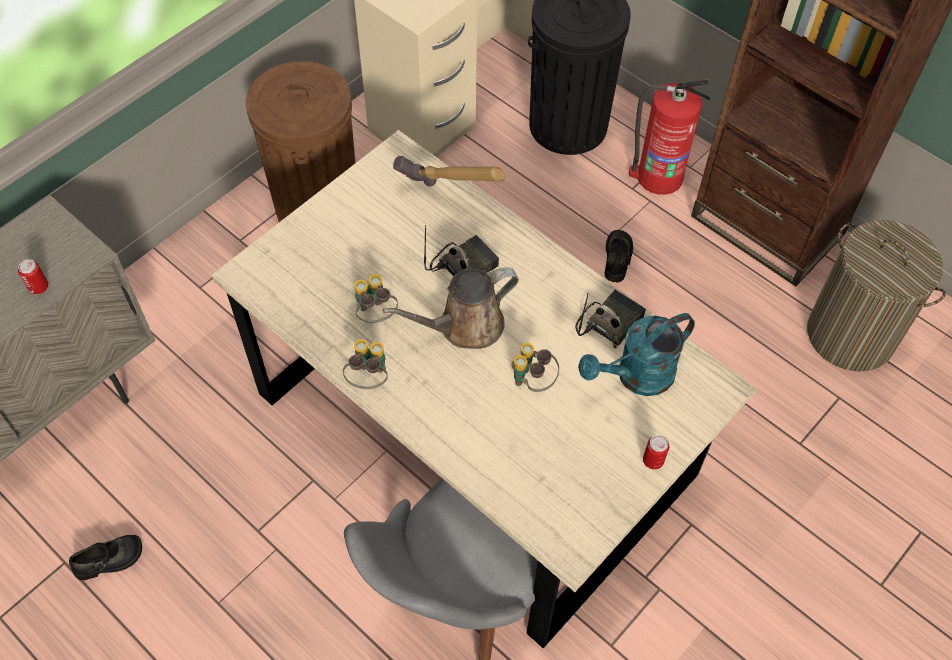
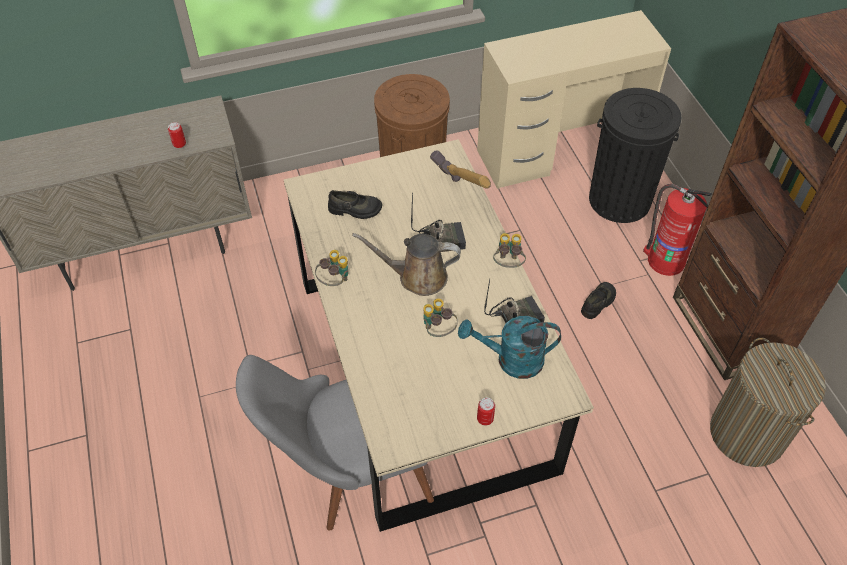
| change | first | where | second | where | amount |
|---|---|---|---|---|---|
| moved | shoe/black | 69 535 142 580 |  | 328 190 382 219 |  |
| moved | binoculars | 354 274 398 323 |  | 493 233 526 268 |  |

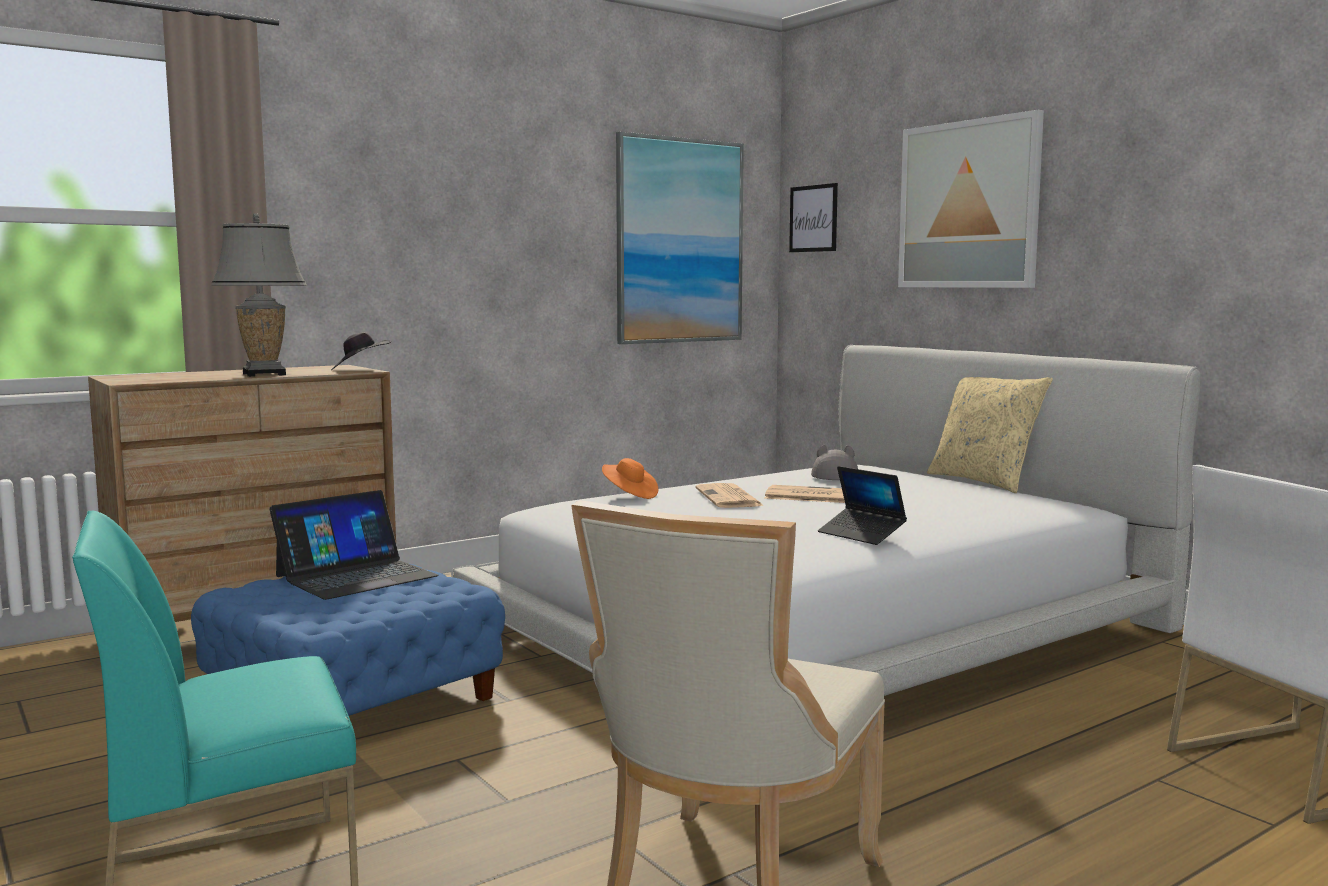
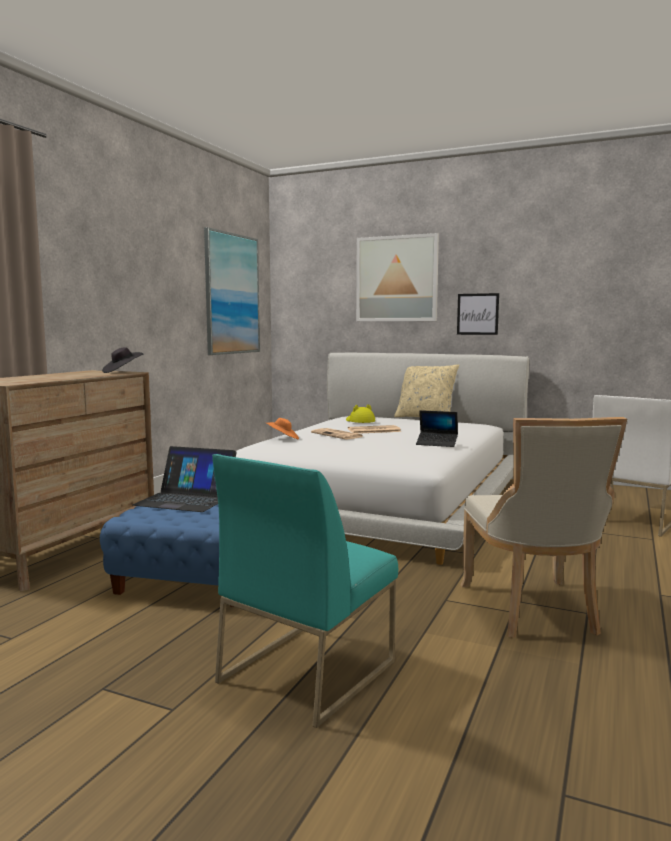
| change | first | where | second | where | amount |
|---|---|---|---|---|---|
| removed | table lamp/grey | 211 213 306 377 |  |  |  |
| turned | laptop | 269 490 439 600 |  | 132 446 237 512 | 90 degrees clockwise |
| moved | picture | 789 183 838 252 |  | 457 293 499 335 |  |
| recoloured | hat/grey | 811 445 858 480 | hat/yellow | 346 404 375 423 |  |

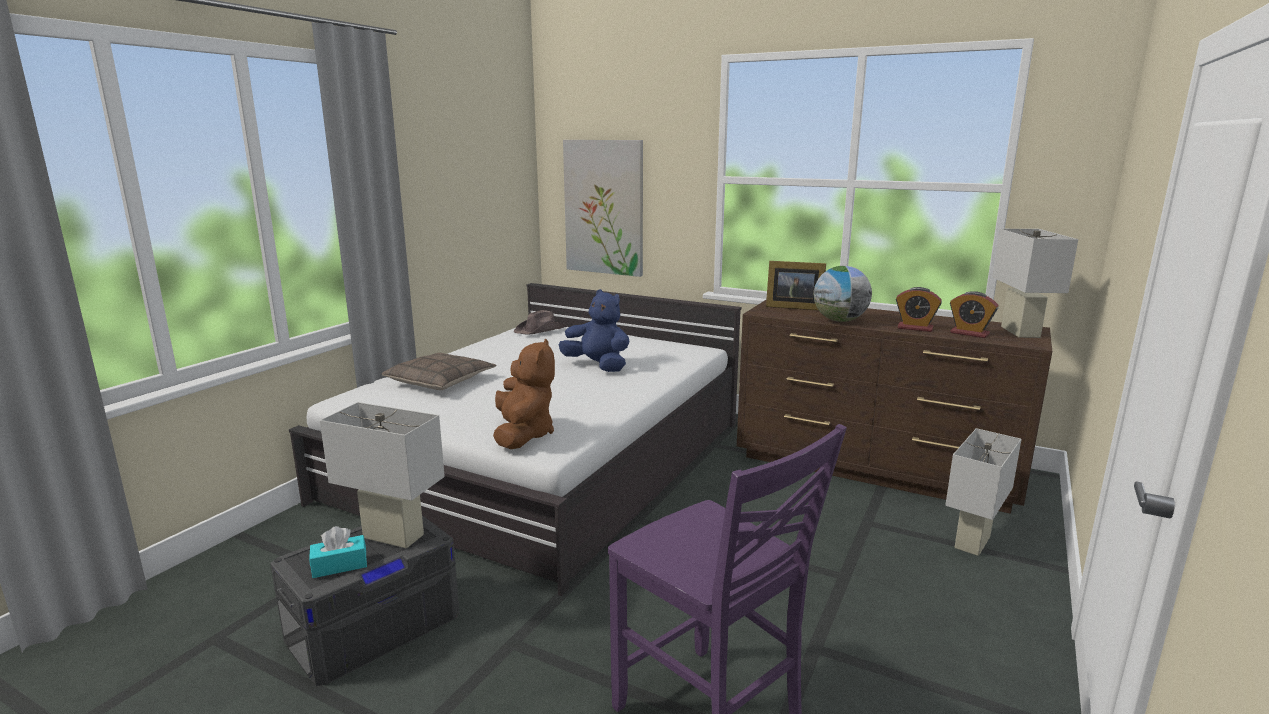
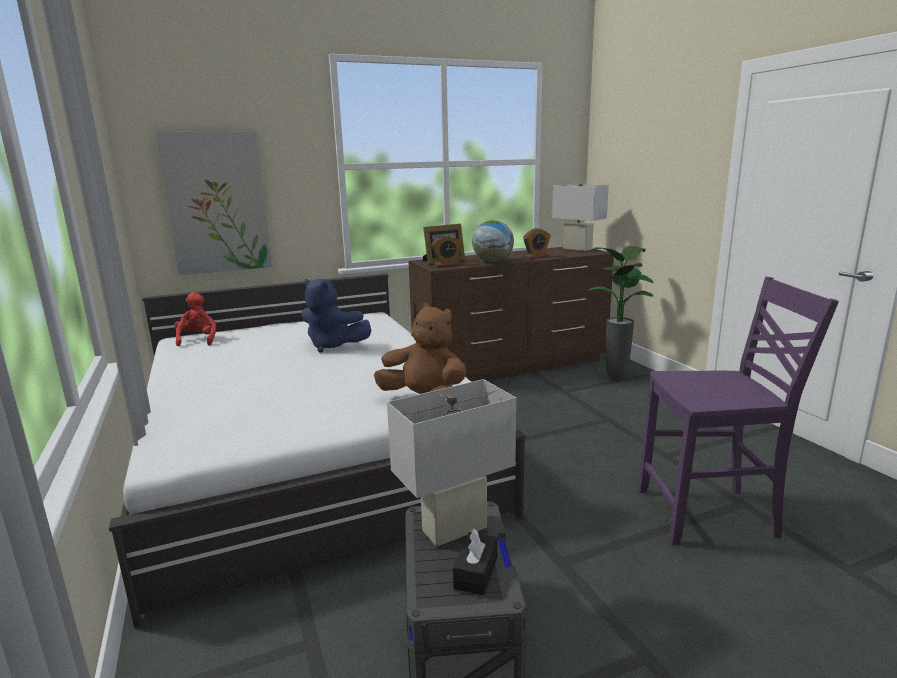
| change | first | where | second | where | amount |
|---|---|---|---|---|---|
| recoloured | tissue box/turquoise | 309 526 367 578 | tissue box/black | 453 528 497 595 |  |
| removed | pillow | 382 353 496 390 |  |  |  |
| replaced | hat/brown | 514 310 568 334 | plush toy/red | 174 292 216 346 |  |
| turned | plush toy/blue | 559 289 629 372 |  | 301 279 371 353 | 135 degrees counterclockwise |
| replaced | table lamp/white | 945 428 1022 556 | potted plant | 587 246 654 380 |  |
| moved | alarm clock | 950 291 999 338 |  | 431 235 463 267 |  |

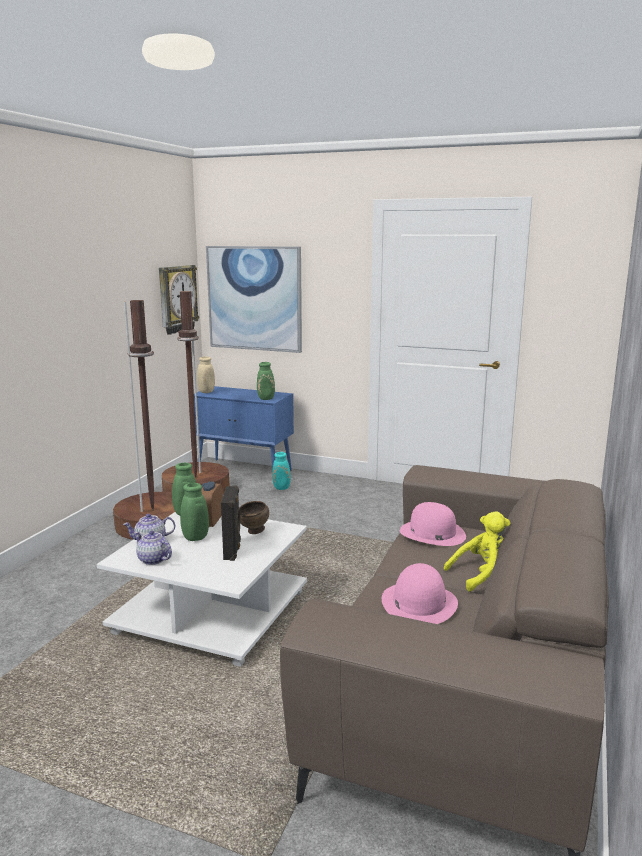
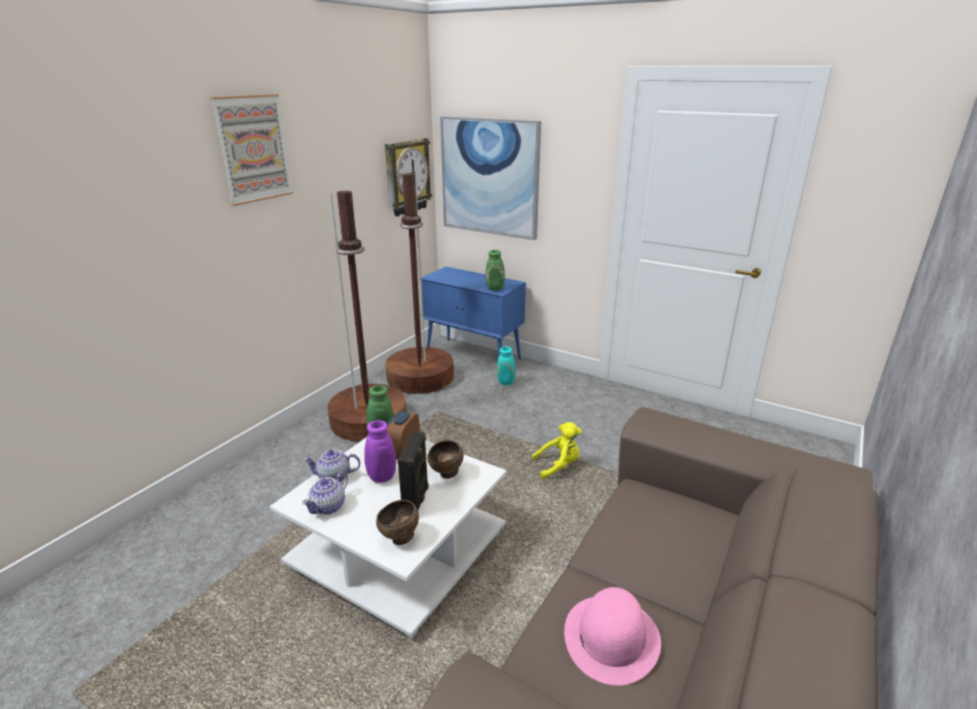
| change | first | where | second | where | amount |
|---|---|---|---|---|---|
| turned | teapot | 134 531 172 565 |  | 302 472 348 515 | 105 degrees counterclockwise |
| recoloured | vase/green | 180 483 209 541 | vase/purple | 364 420 396 483 |  |
| removed | vase/beige | 197 351 215 393 |  |  |  |
| removed | hat/pink | 400 502 466 546 |  |  |  |
| moved | plush toy/yellow | 444 511 511 591 |  | 532 422 582 479 |  |
| added |  |  | picture | 210 94 293 206 |  |
| added |  |  | bowl/brown | 376 500 419 545 |  |

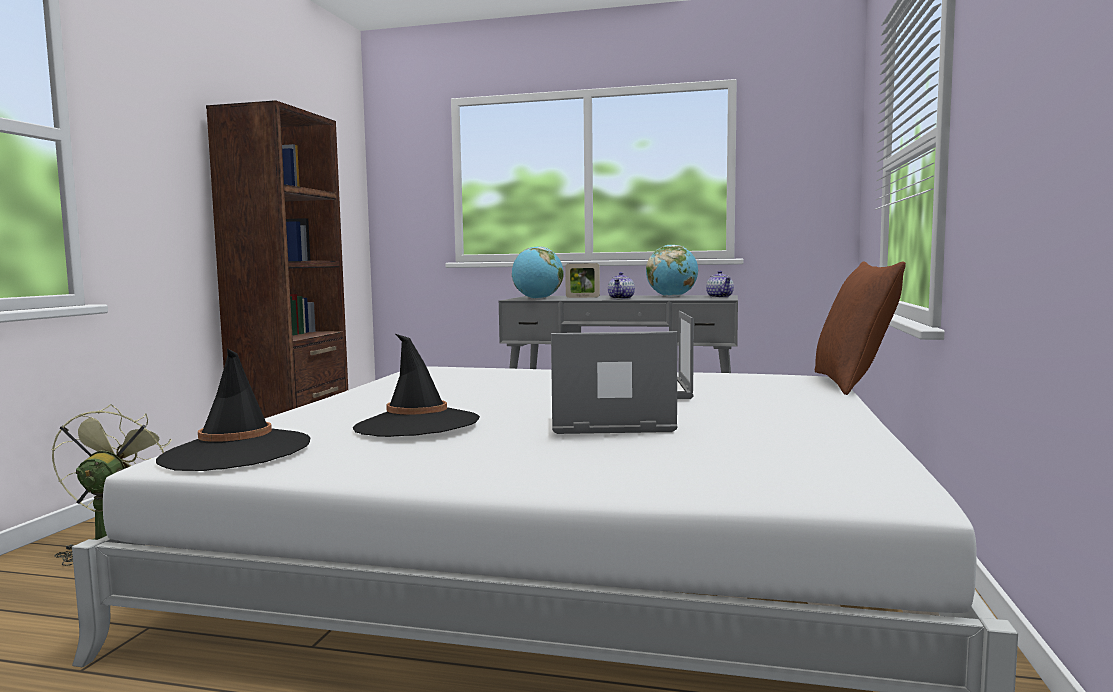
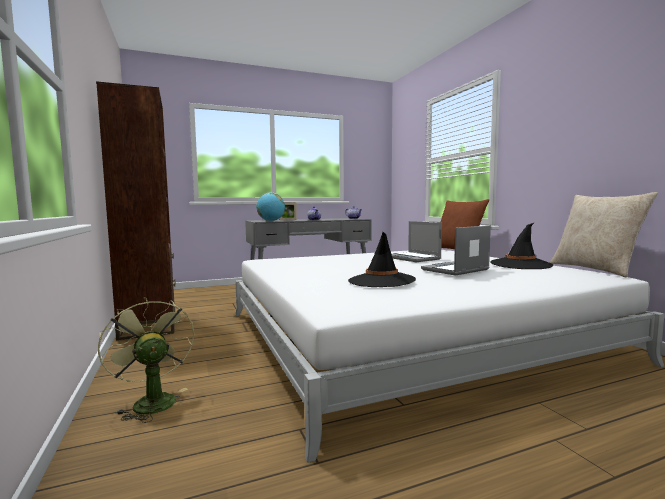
| change | first | where | second | where | amount |
|---|---|---|---|---|---|
| moved | hat/black | 156 349 310 471 |  | 490 222 553 269 |  |
| removed | globe | 646 245 698 297 |  |  |  |
| added |  |  | pillow/beige | 550 192 658 278 |  |

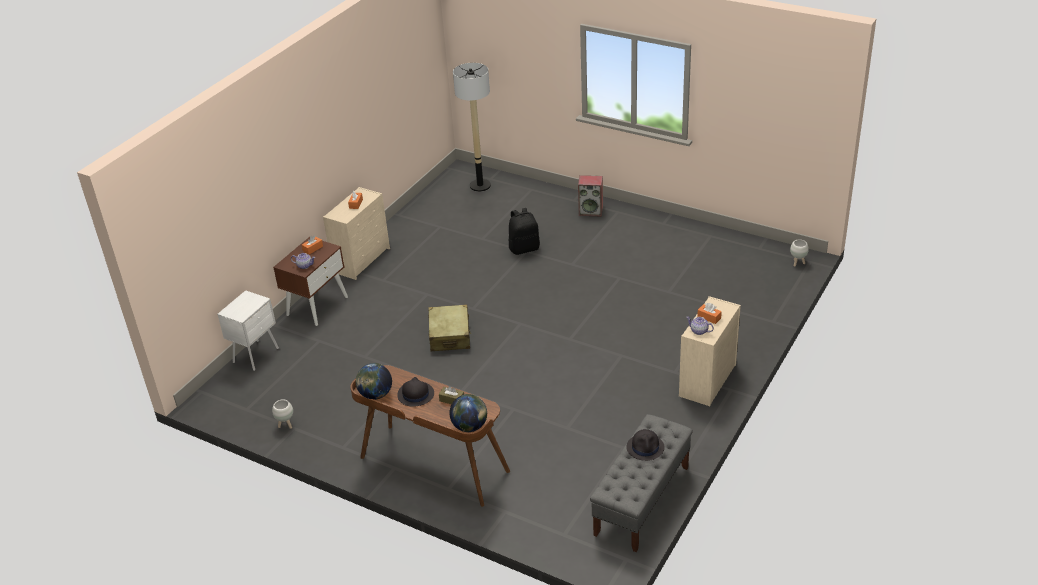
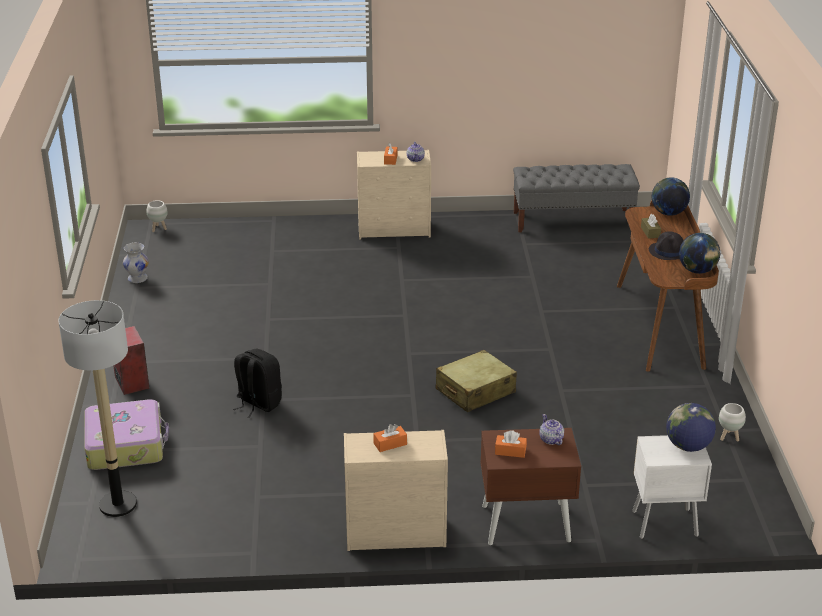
| change | first | where | second | where | amount |
|---|---|---|---|---|---|
| removed | hat/black | 626 429 665 461 |  |  |  |
| added |  |  | suitcase | 84 399 169 470 |  |
| added |  |  | vase/white | 123 242 149 283 |  |
| added |  |  | globe | 666 403 716 452 |  |

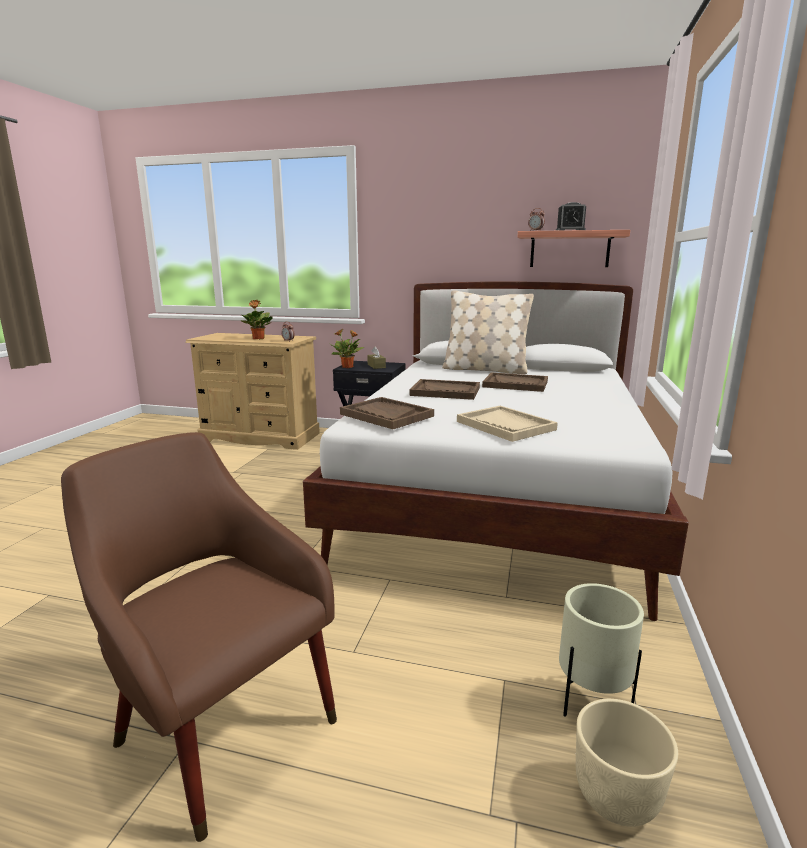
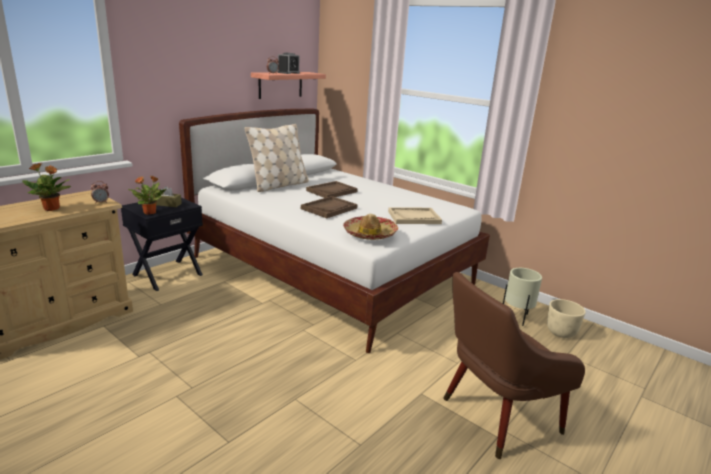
| change | first | where | second | where | amount |
|---|---|---|---|---|---|
| replaced | tray/brown | 340 397 434 429 | hat | 343 214 398 240 |  |

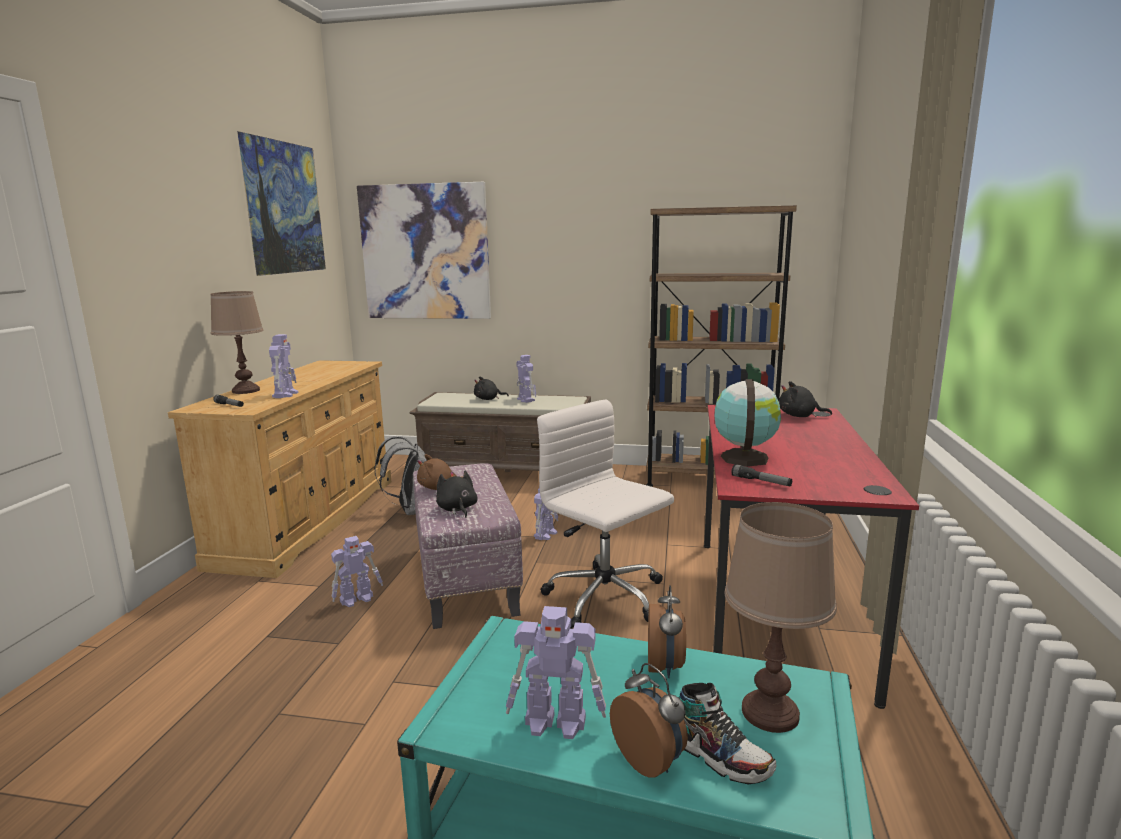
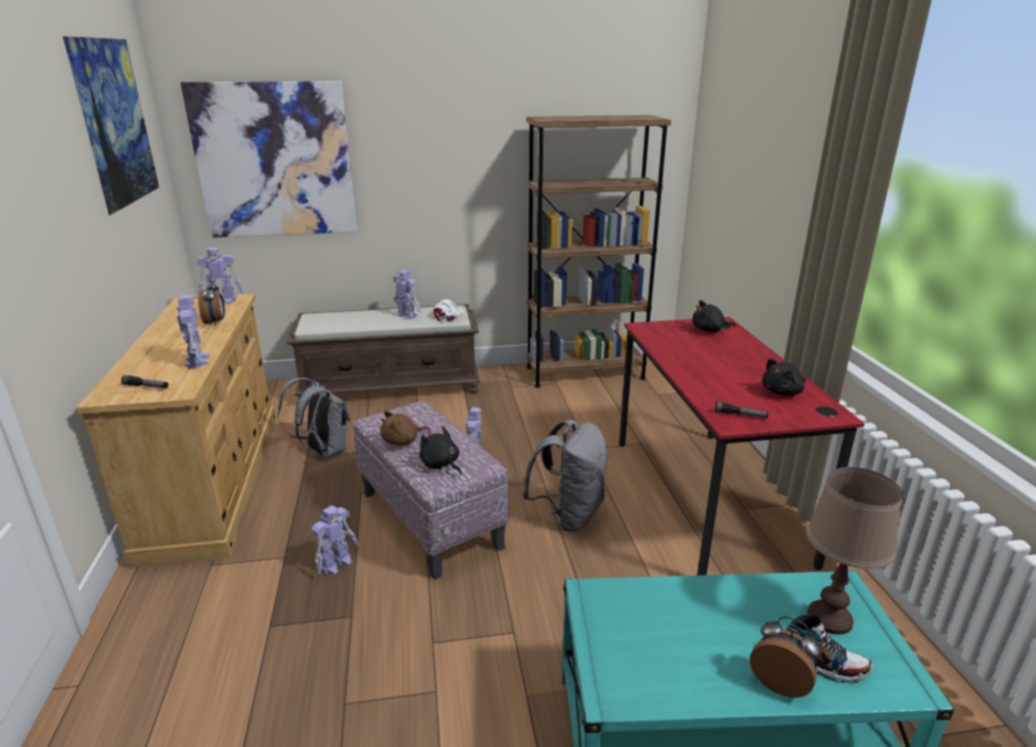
| change | first | where | second | where | amount |
|---|---|---|---|---|---|
| removed | table lamp/brown | 210 291 264 394 |  |  |  |
| moved | plush toy/black | 474 377 509 400 |  | 762 358 806 396 |  |
| moved | toy robot | 506 606 606 739 |  | 196 248 244 304 |  |
| replaced | office chair/white | 537 400 674 629 | backpack/grey | 522 420 609 532 |  |
| moved | alarm clock | 648 585 686 678 |  | 198 278 225 326 |  |
| removed | globe | 715 379 781 467 |  |  |  |
| added |  |  | cap/white | 433 299 464 322 |  |

